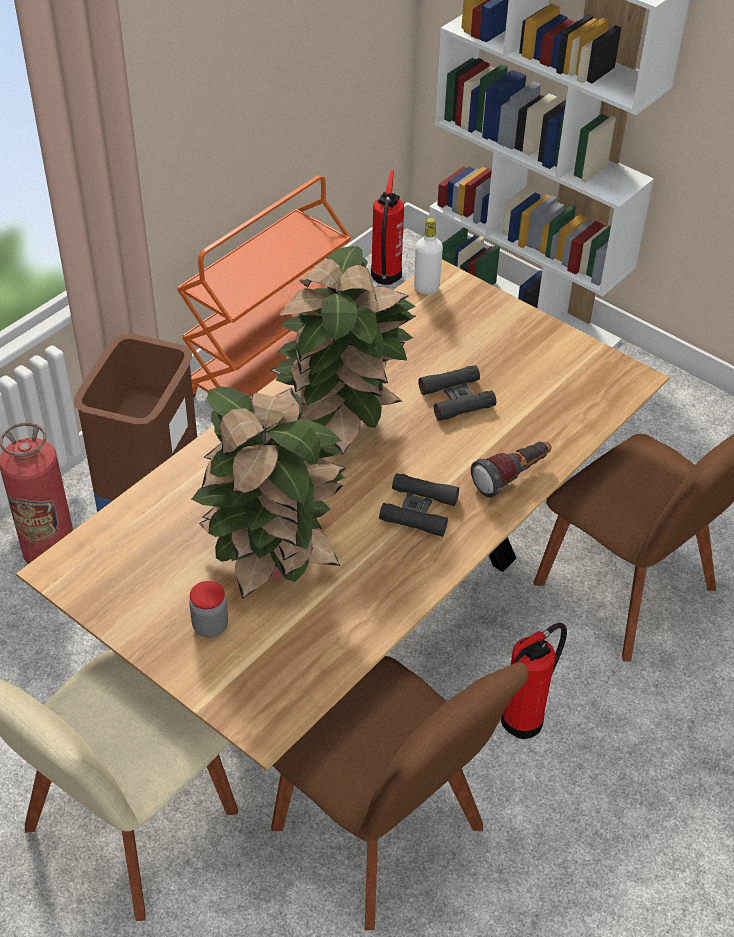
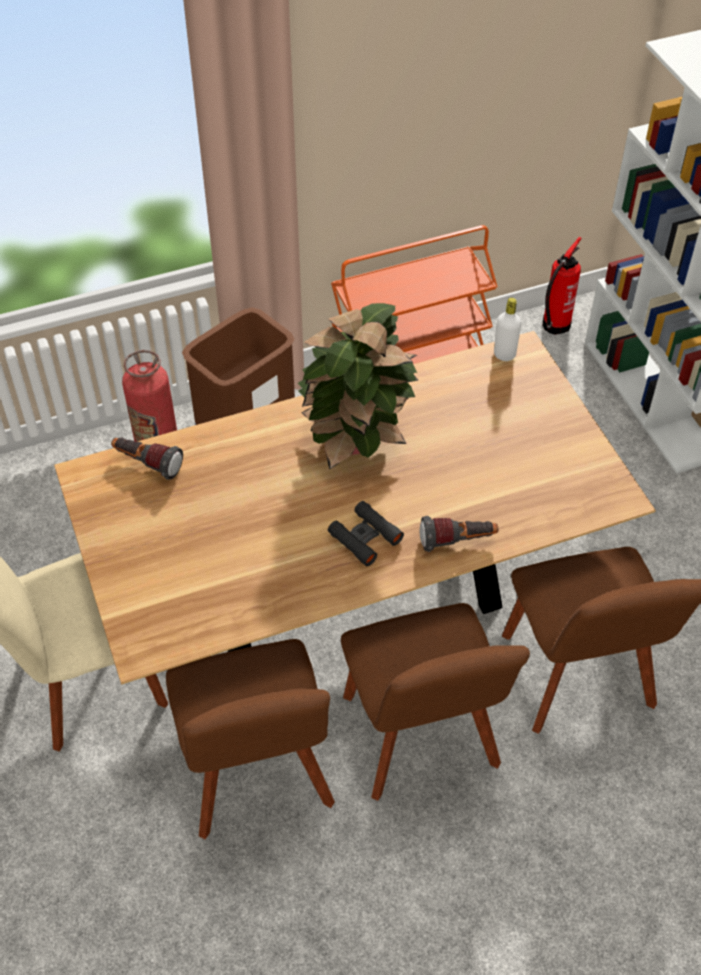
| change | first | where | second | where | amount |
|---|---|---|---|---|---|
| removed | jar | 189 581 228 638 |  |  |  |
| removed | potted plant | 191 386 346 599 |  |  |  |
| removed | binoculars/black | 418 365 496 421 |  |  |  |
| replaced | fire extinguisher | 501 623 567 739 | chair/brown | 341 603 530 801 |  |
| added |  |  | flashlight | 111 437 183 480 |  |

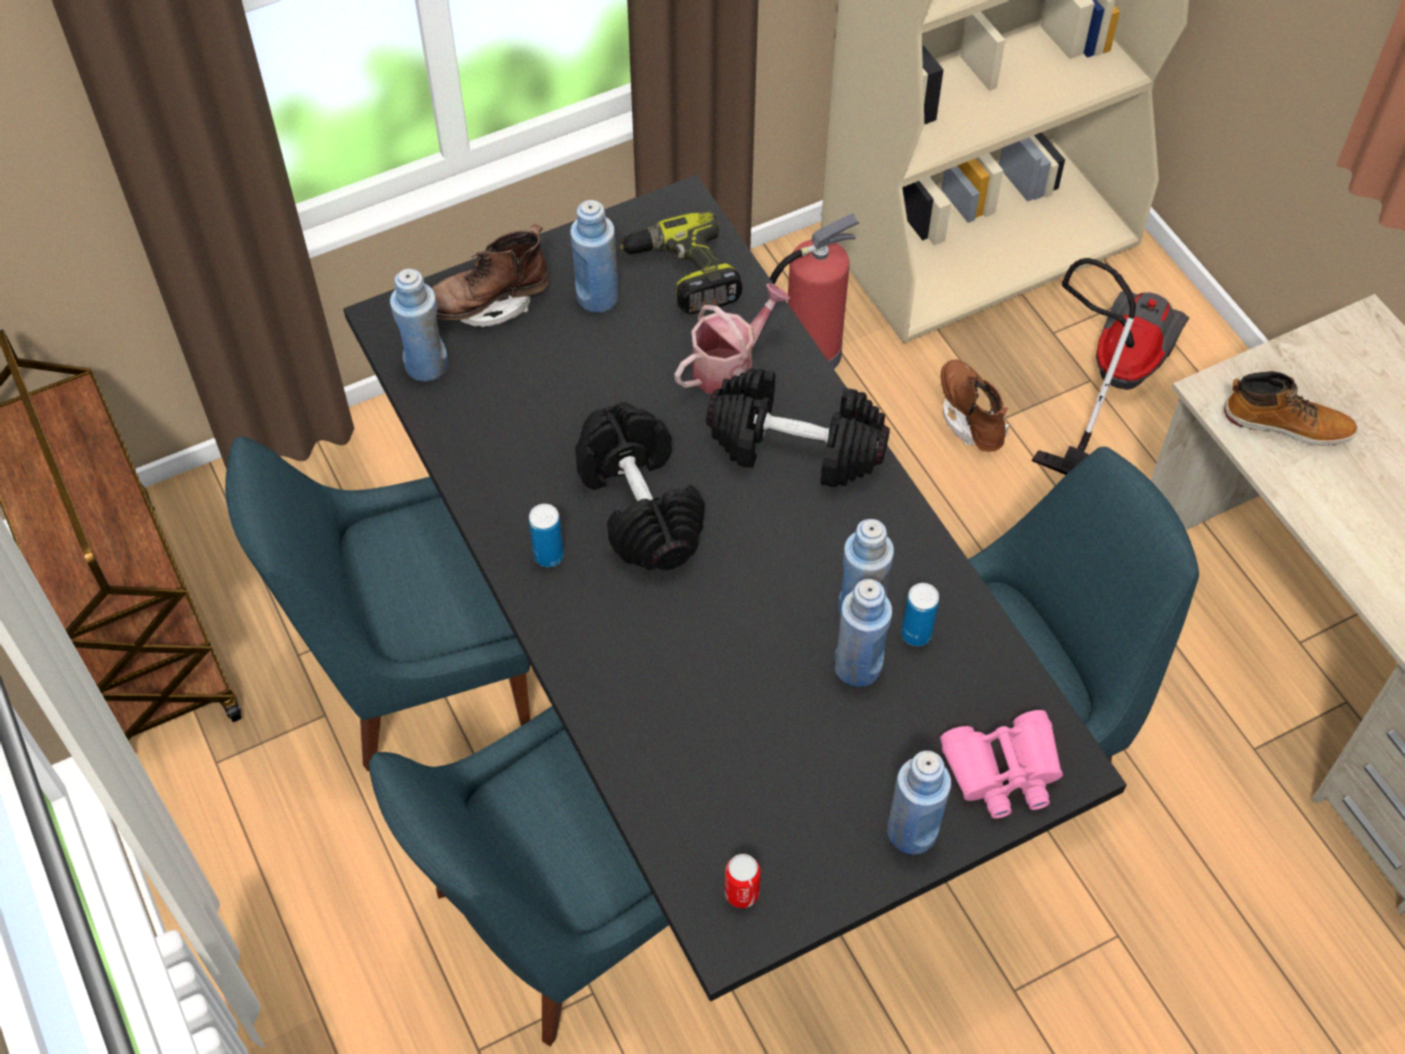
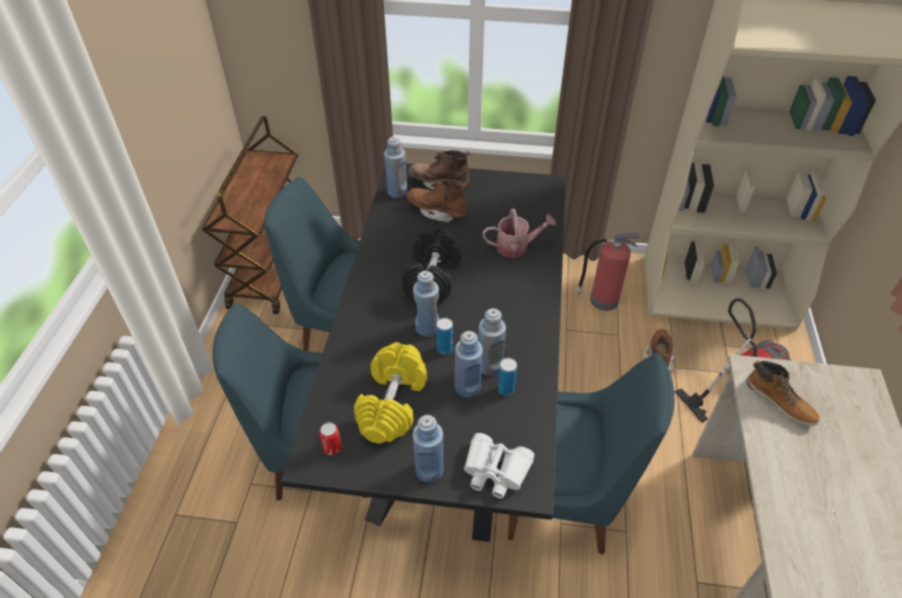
| change | first | where | second | where | amount |
|---|---|---|---|---|---|
| moved | can | 529 504 564 567 |  | 436 318 453 355 |  |
| moved | bottle/blue | 570 200 619 313 |  | 413 271 439 337 |  |
| removed | power drill | 619 211 743 315 |  |  |  |
| removed | dumbbell/black | 706 368 890 487 |  |  |  |
| recoloured | binoculars/pink | 940 710 1063 819 | binoculars/white | 464 433 534 498 |  |
| added |  |  | dumbbell/yellow | 354 342 427 444 |  |
| added |  |  | boot/brown | 407 180 467 223 |  |

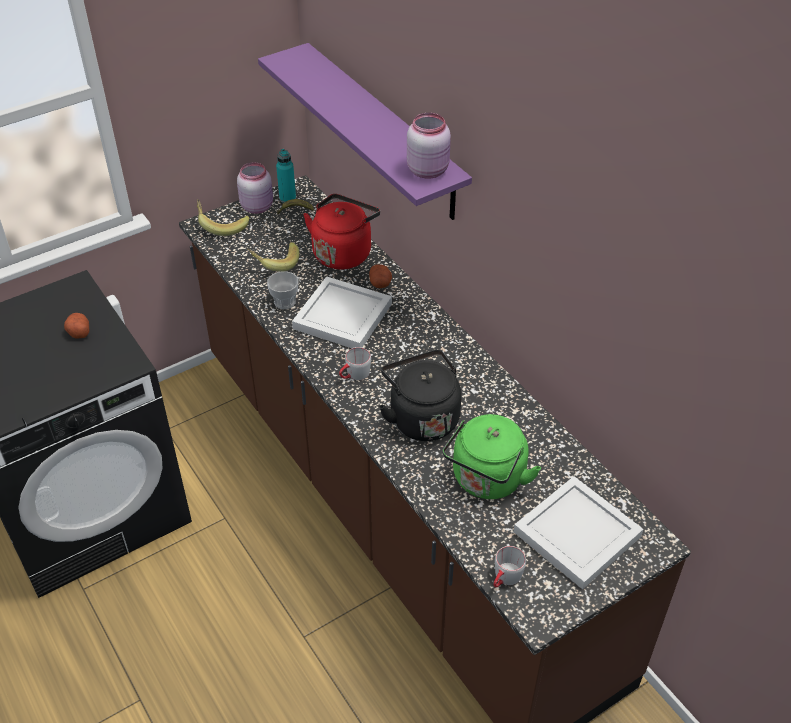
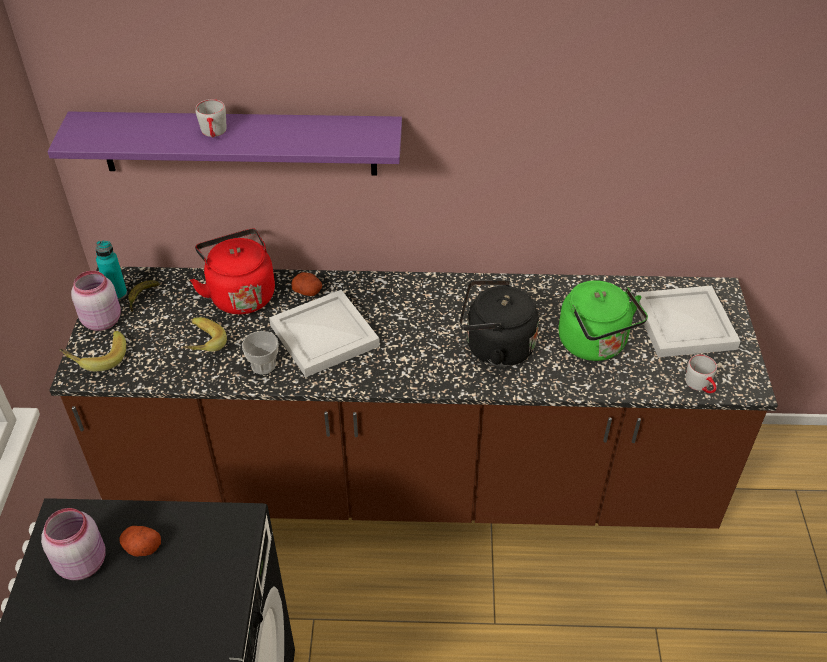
| change | first | where | second | where | amount |
|---|---|---|---|---|---|
| moved | mug/grey | 339 347 371 380 |  | 195 99 227 138 |  |
| moved | jar/pink | 407 113 451 179 |  | 41 508 106 580 |  |

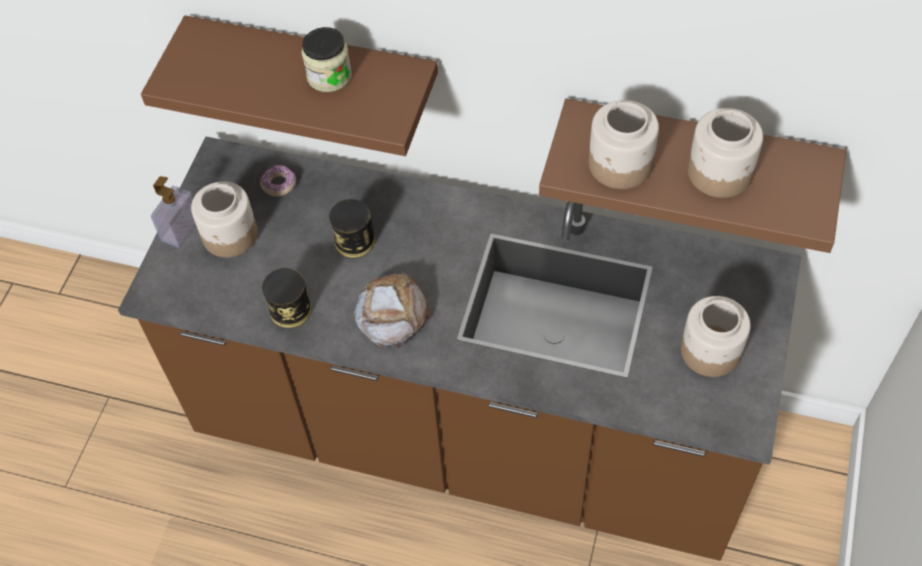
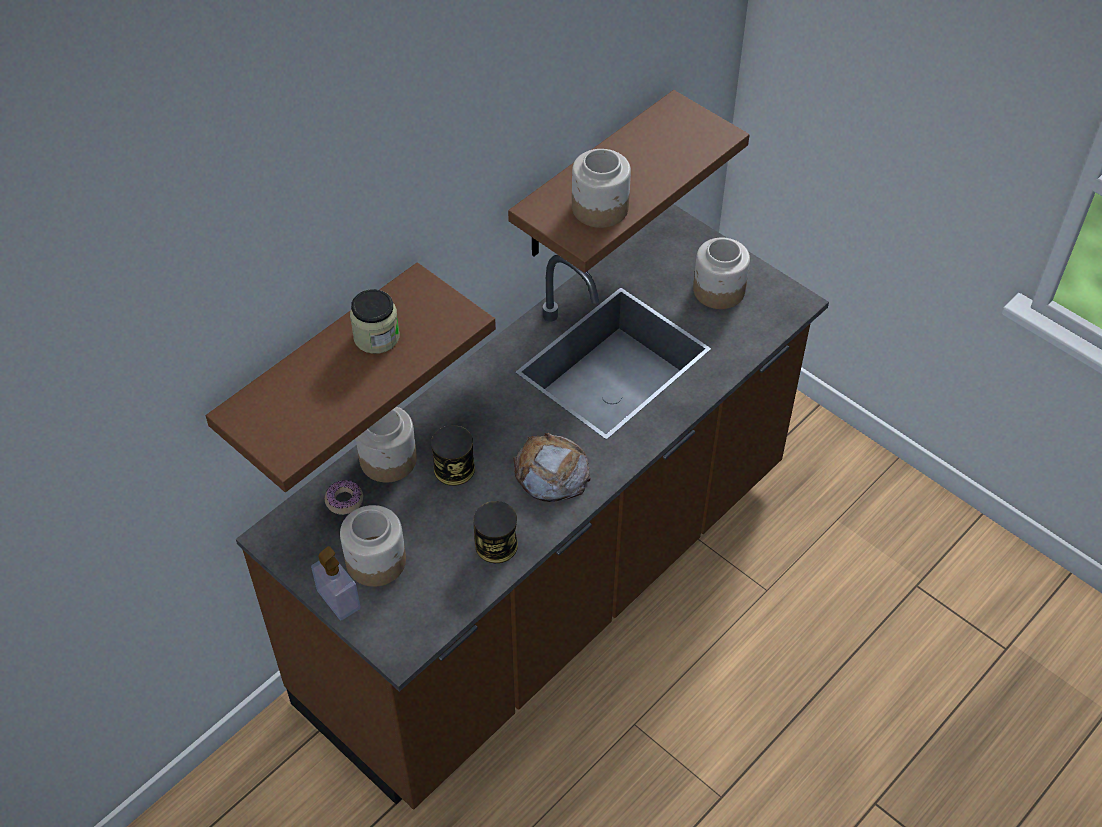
| change | first | where | second | where | amount |
|---|---|---|---|---|---|
| moved | jar | 688 108 763 198 |  | 355 406 417 483 |  |

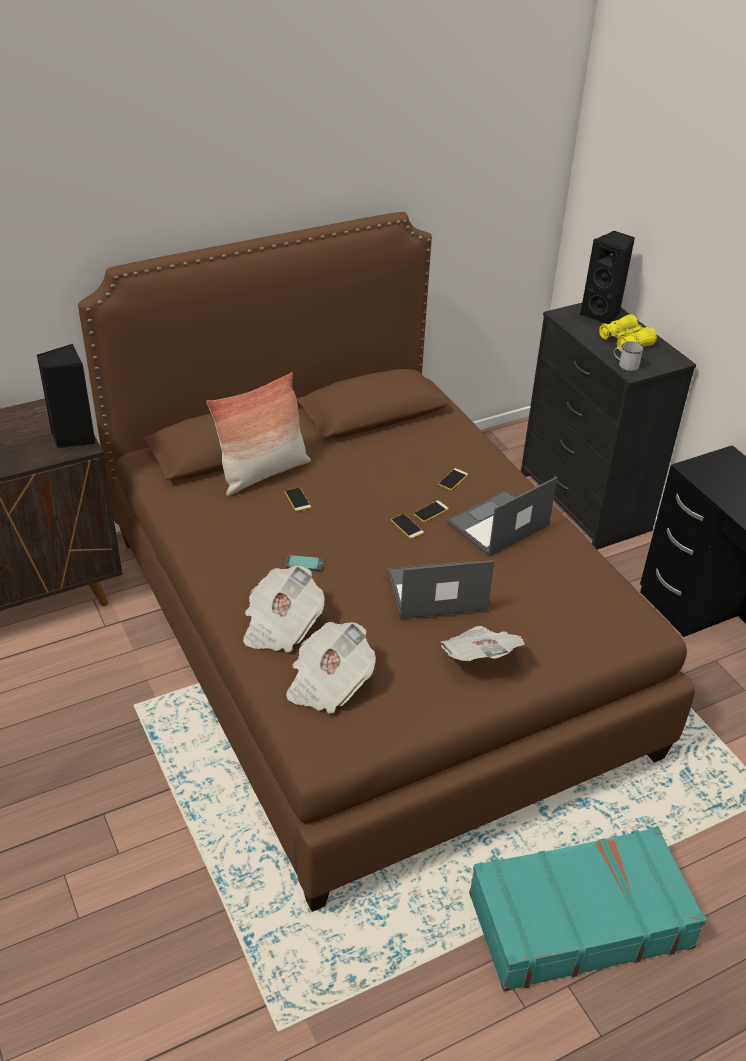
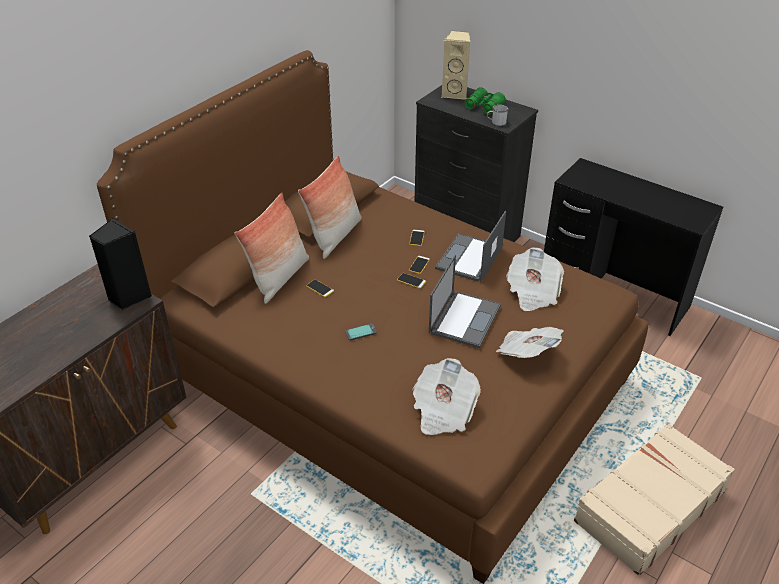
| change | first | where | second | where | amount |
|---|---|---|---|---|---|
| moved | newspaper | 243 566 325 652 |  | 506 247 564 311 |  |
| turned | laptop | 388 560 494 619 |  | 429 255 501 348 | 150 degrees clockwise |
| recoloured | suitcase/turquoise | 469 827 707 992 | suitcase/beige | 574 423 735 576 |  |
| recoloured | speaker/black | 580 231 635 324 | speaker/beige | 441 31 470 100 |  |
| recoloured | binoculars/yellow | 599 314 657 352 | binoculars/green | 464 87 506 115 |  |
| added |  |  | pillow | 298 155 362 259 |  |

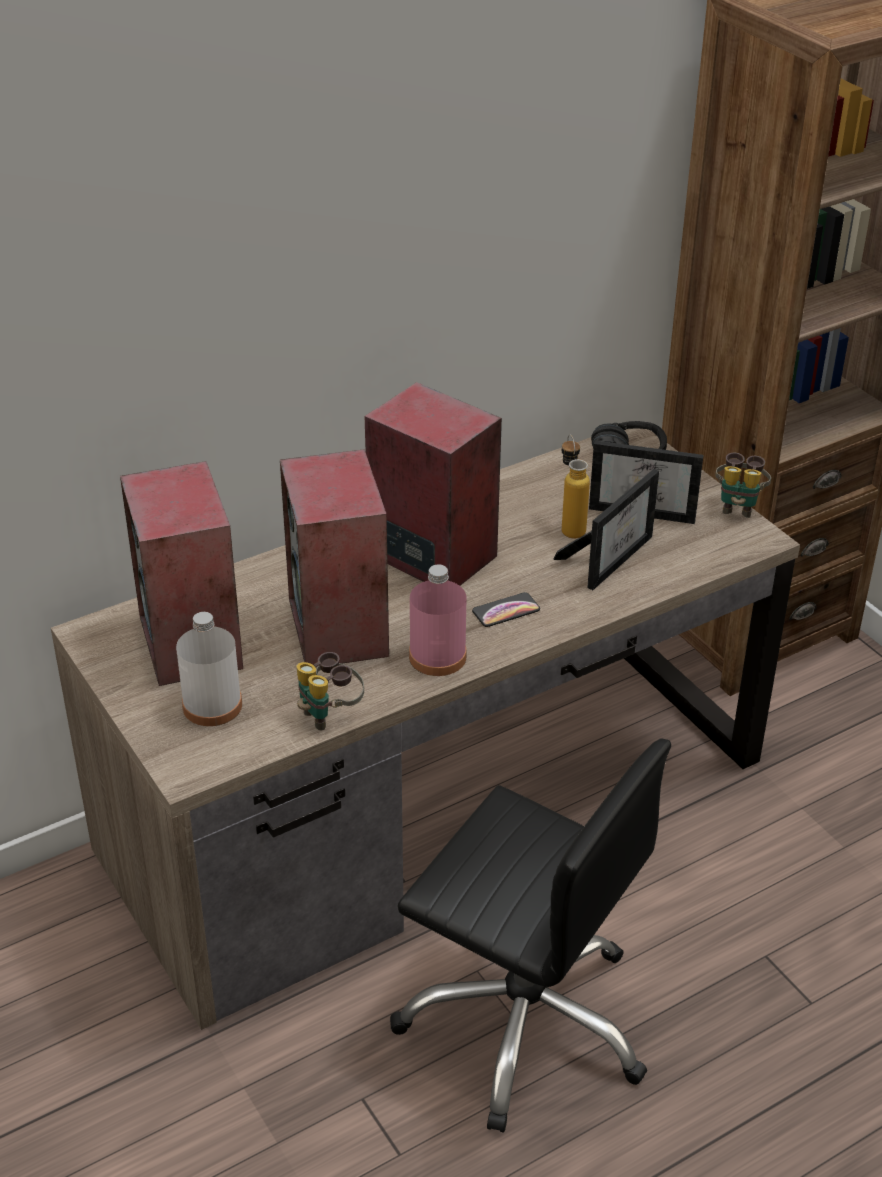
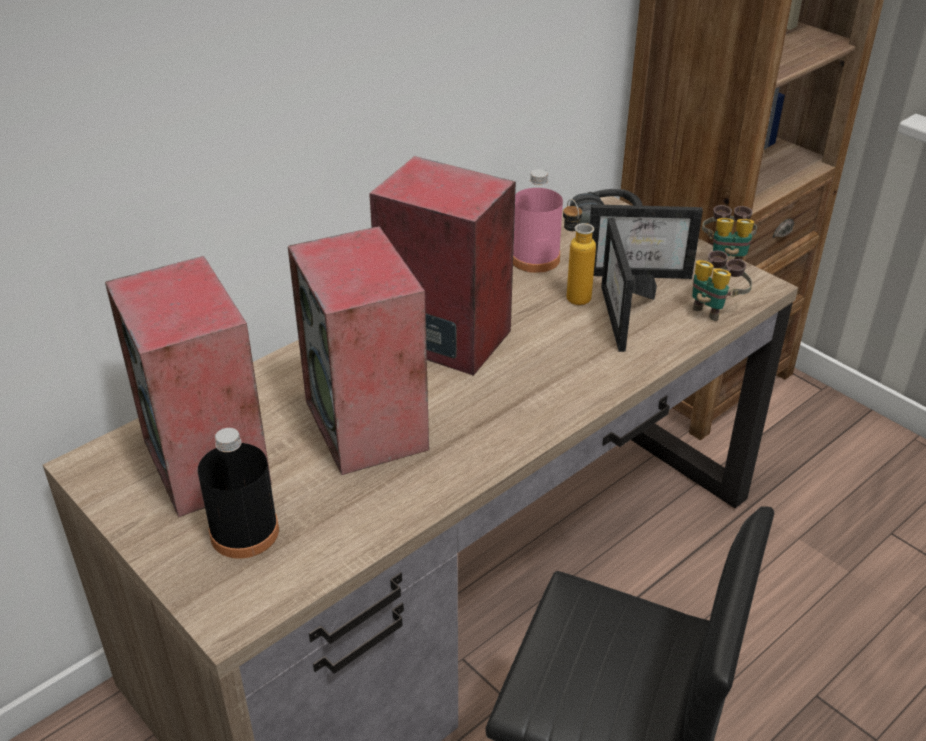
| change | first | where | second | where | amount |
|---|---|---|---|---|---|
| recoloured | bottle/white | 176 612 242 726 | bottle/black | 198 428 279 559 |  |
| moved | binoculars | 297 652 364 731 |  | 692 251 752 321 |  |
| moved | bottle/pink | 409 564 467 676 |  | 513 169 563 273 |  |
| removed | phone | 472 592 540 627 |  |  |  |
| turned | picture frame | 553 469 659 590 |  | 601 218 657 352 | 150 degrees clockwise |

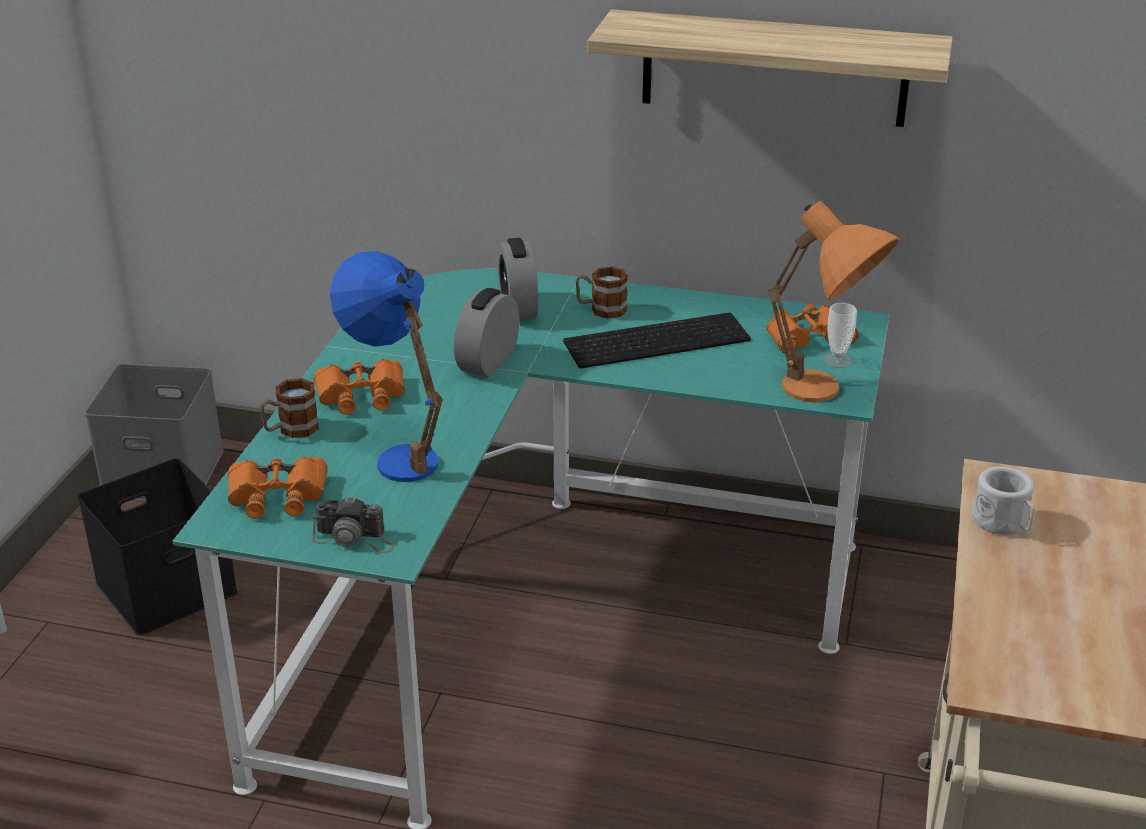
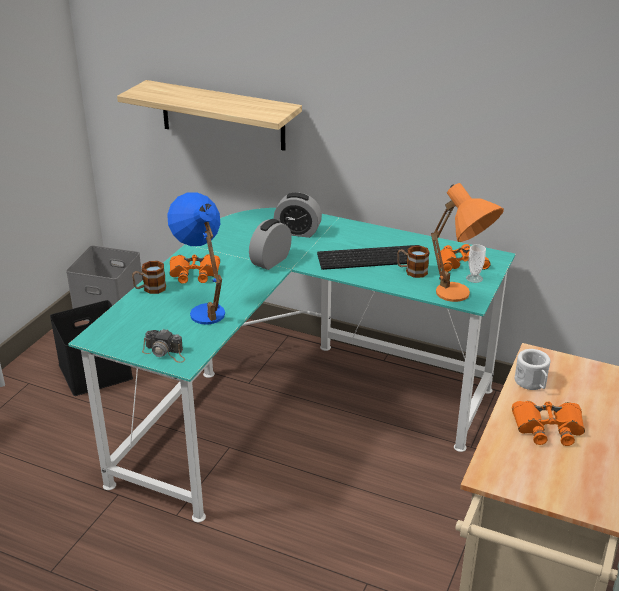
| change | first | where | second | where | amount |
|---|---|---|---|---|---|
| moved | binoculars/orange | 228 456 327 519 |  | 512 401 585 446 |  |
| turned | alarm clock | 498 238 538 321 |  | 274 193 322 238 | 75 degrees counterclockwise |
| moved | mug | 576 267 628 319 |  | 397 246 430 278 |  |
| moved | shelf | 587 9 953 127 |  | 117 80 302 151 |  |

